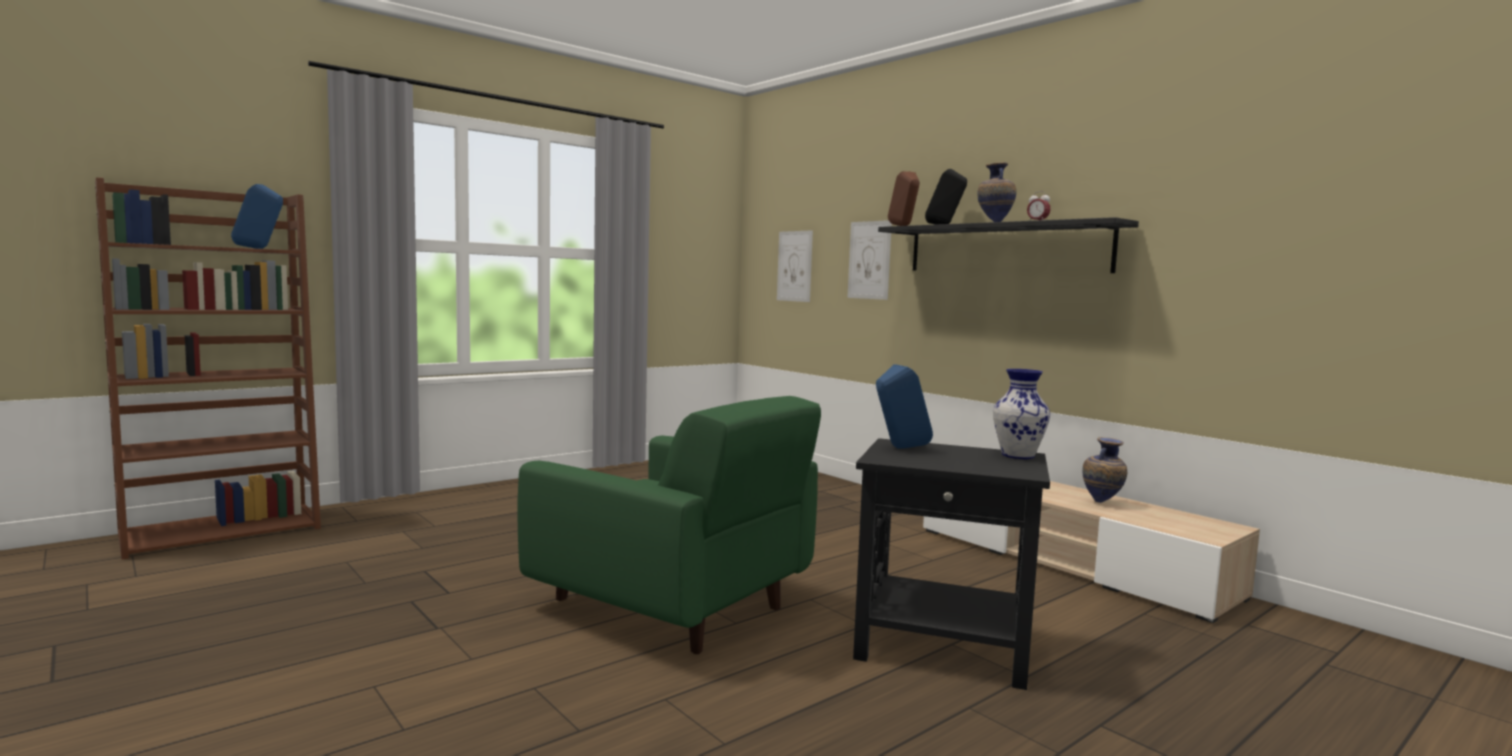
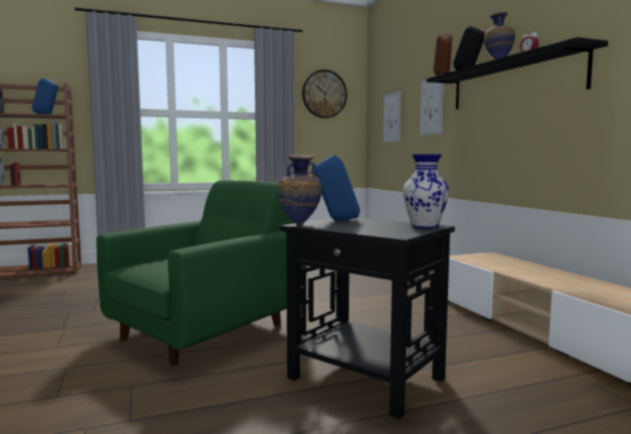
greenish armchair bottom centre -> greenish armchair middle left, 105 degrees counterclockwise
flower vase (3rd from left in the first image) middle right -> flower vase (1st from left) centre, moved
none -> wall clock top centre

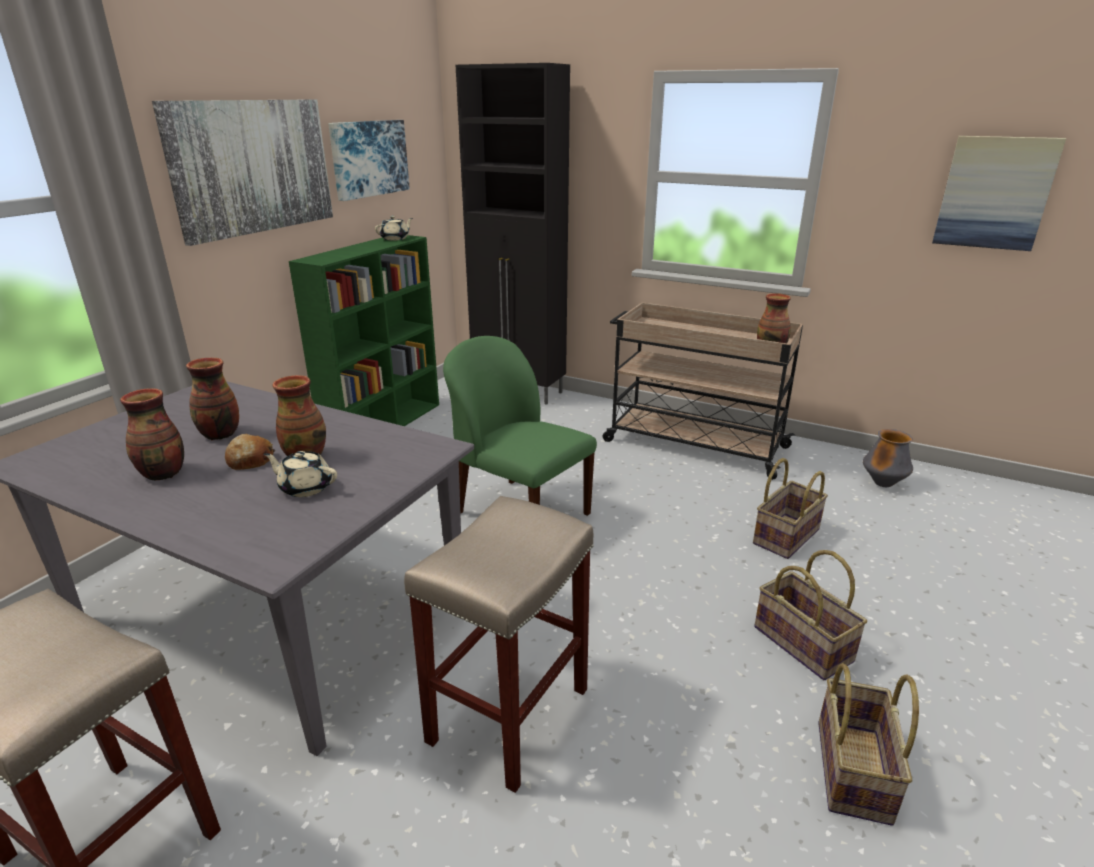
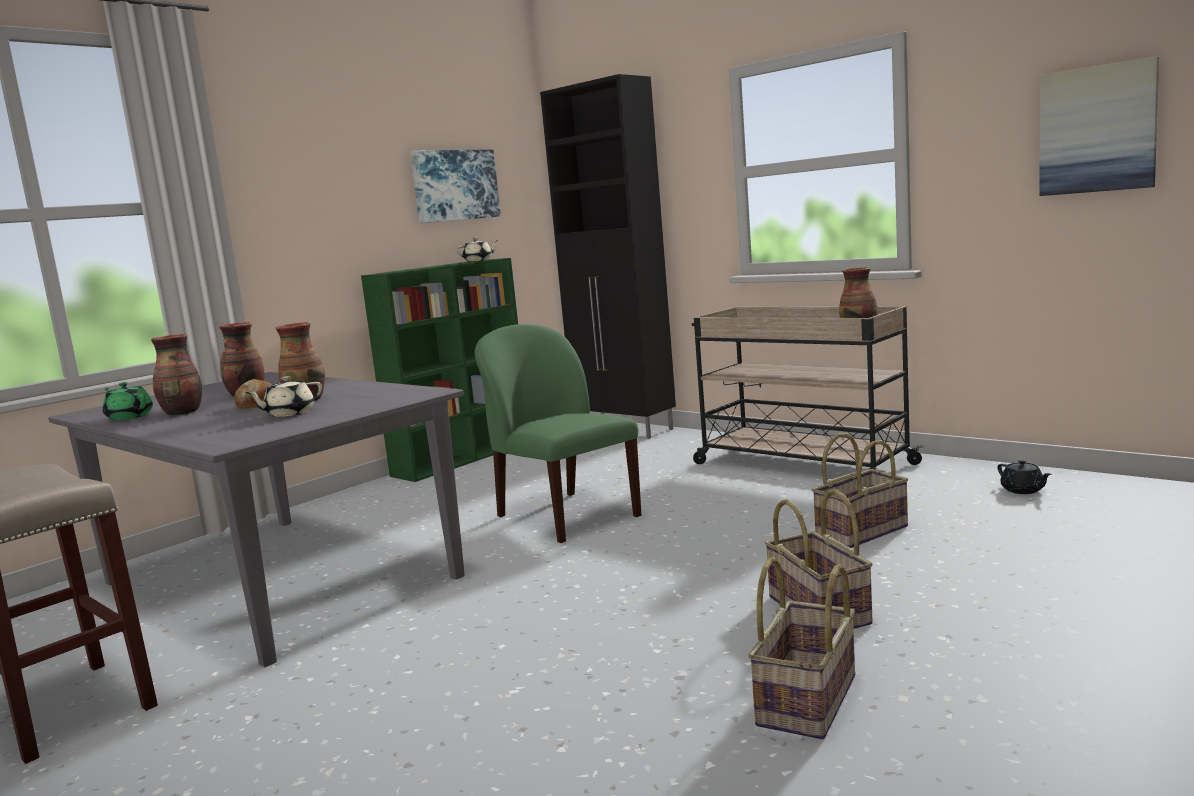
wall picture (1st from left) top left -> none
sand-coloured tea pot (1st from left) middle left, 75 degrees counterclockwise
sand-coloured stool seat (2nd from left) bottom centre -> none
flower vase (5th from left) middle right -> black tea pot middle right
none -> greenish tea pot middle left

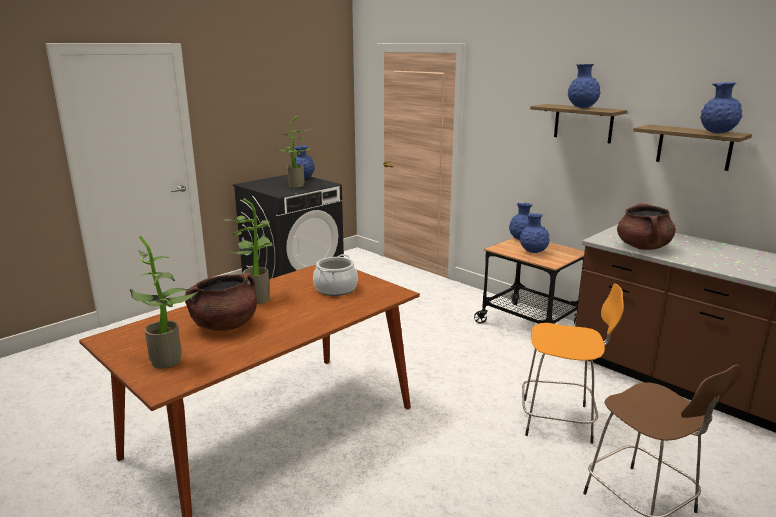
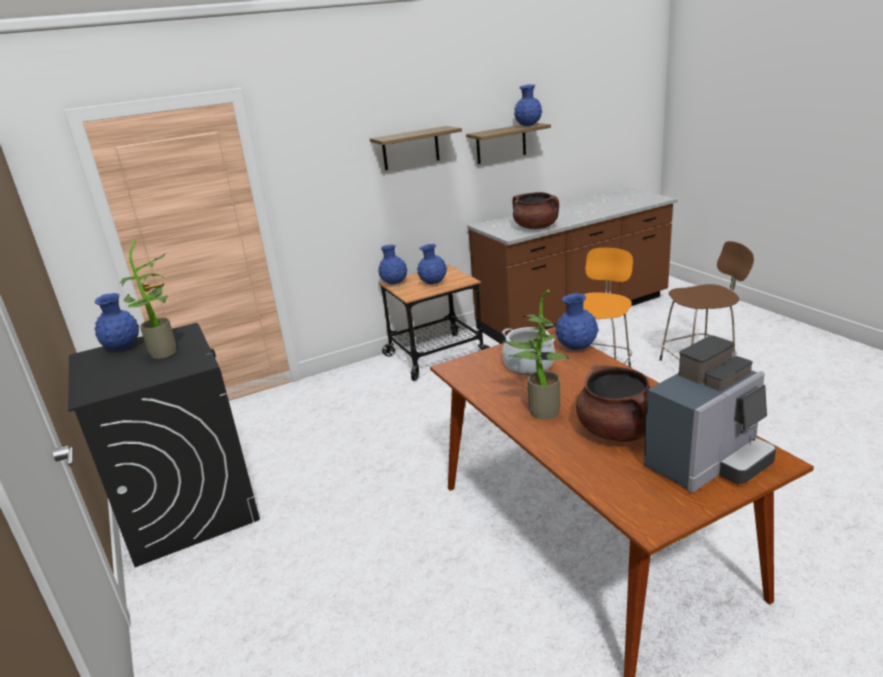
potted plant (1st from left) middle left -> coffee brewer middle right
blue-coloured flower vase (4th from left in the first image) top right -> blue-coloured flower vase (5th from left) centre, moved

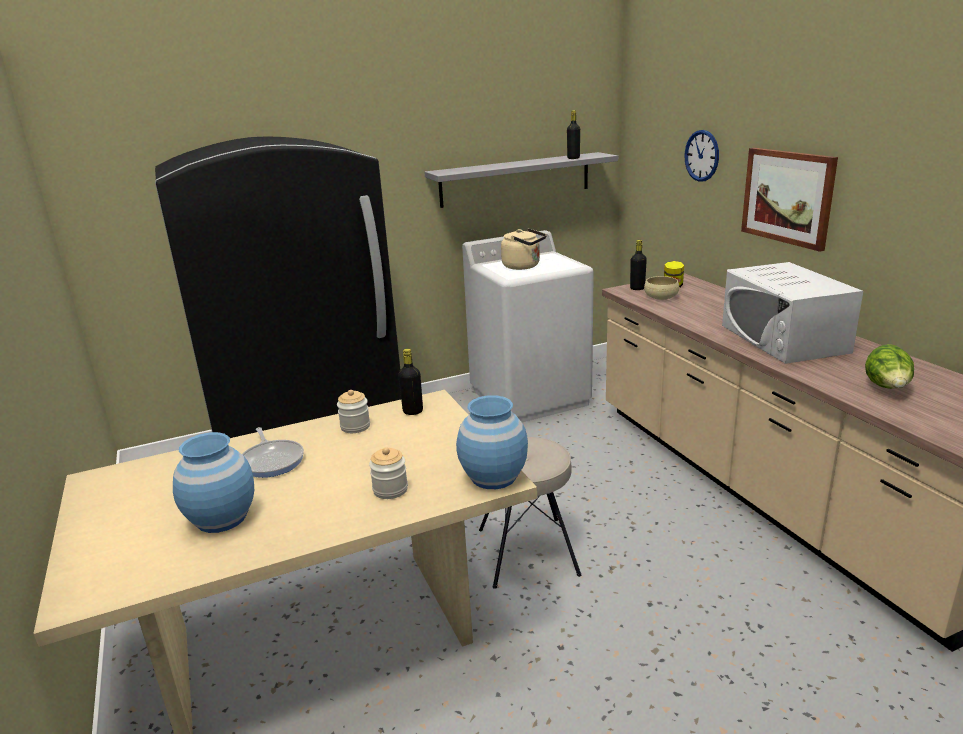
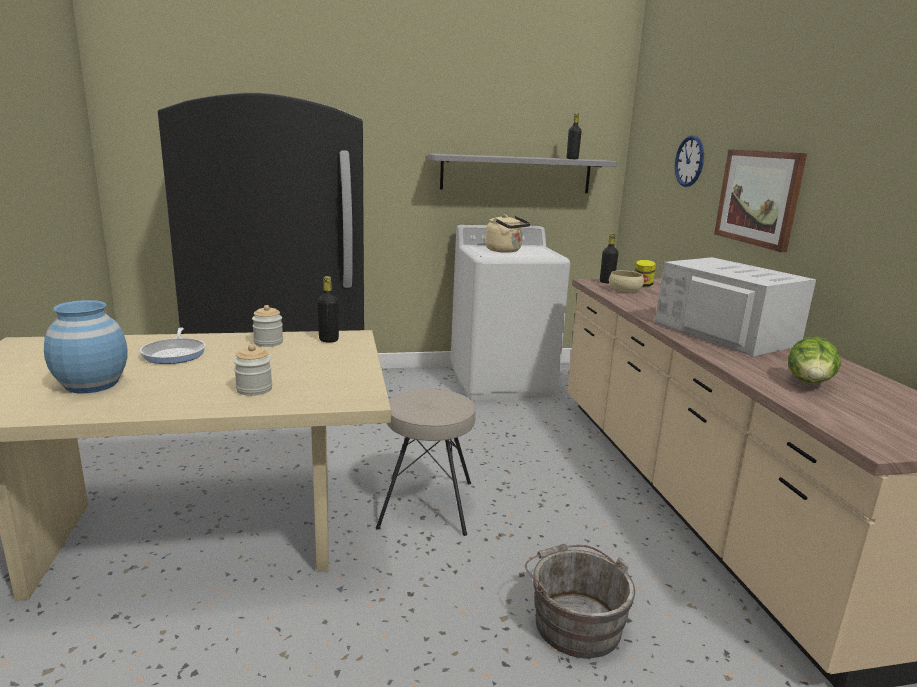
blue-coloured flower vase (2nd from left) centre -> none
white-coloured microwave middle right, 150 degrees clockwise
none -> grey bucket bottom centre

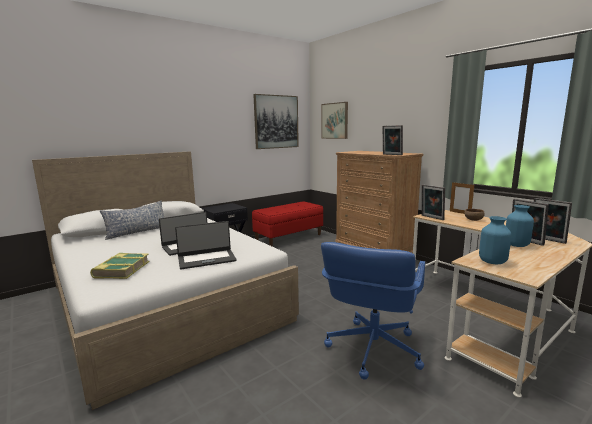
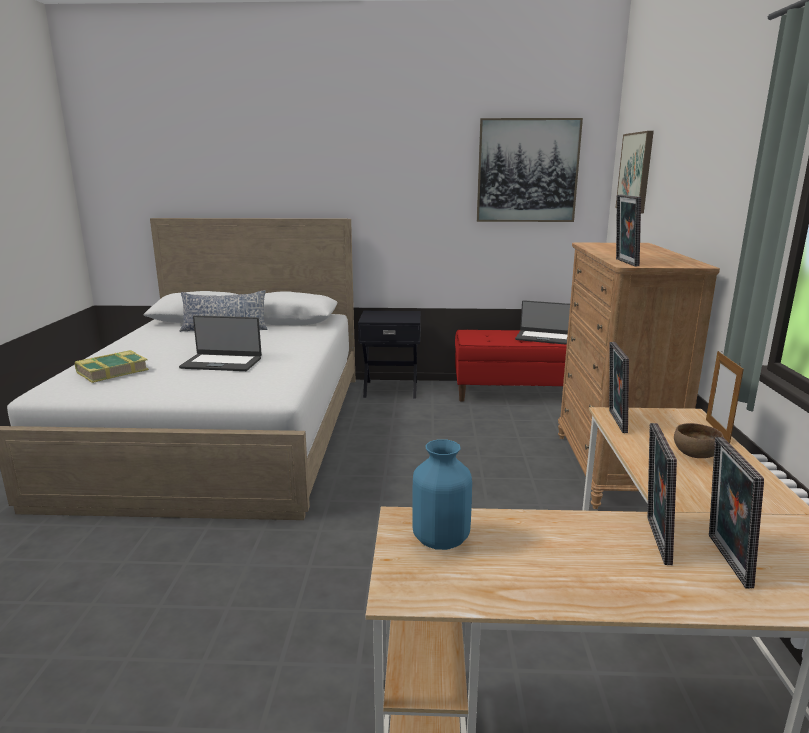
notebook computer (2nd from left) centre -> notebook computer (2nd from left) middle right, moved
blue-coloured office chair bottom centre -> none
blue-coloured flower vase (2nd from left) middle right -> none

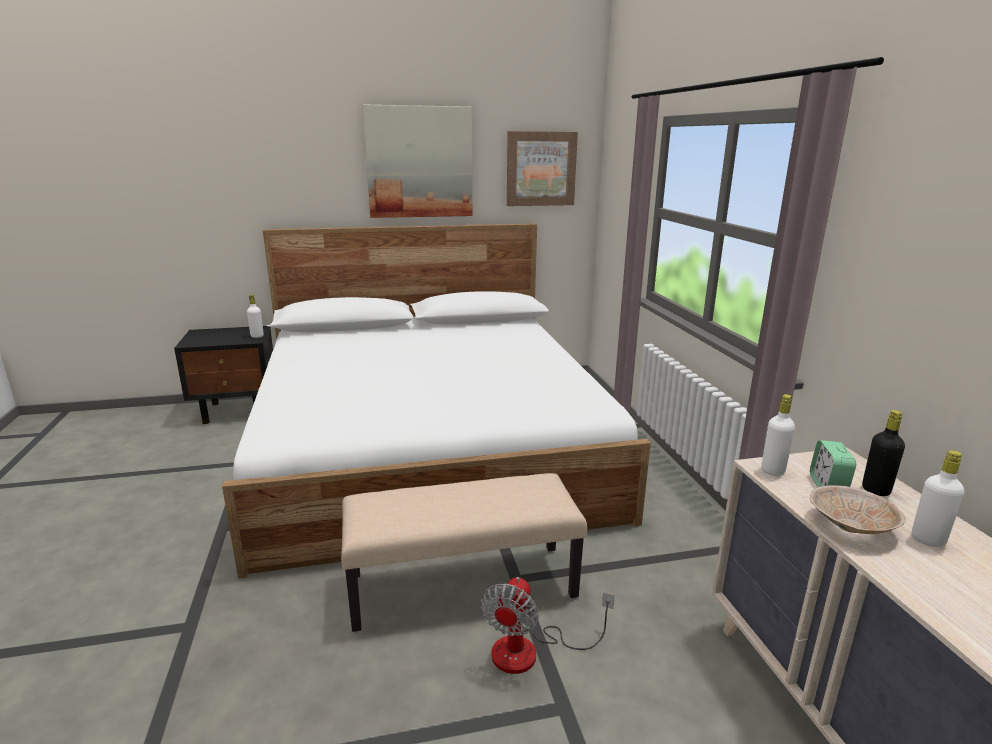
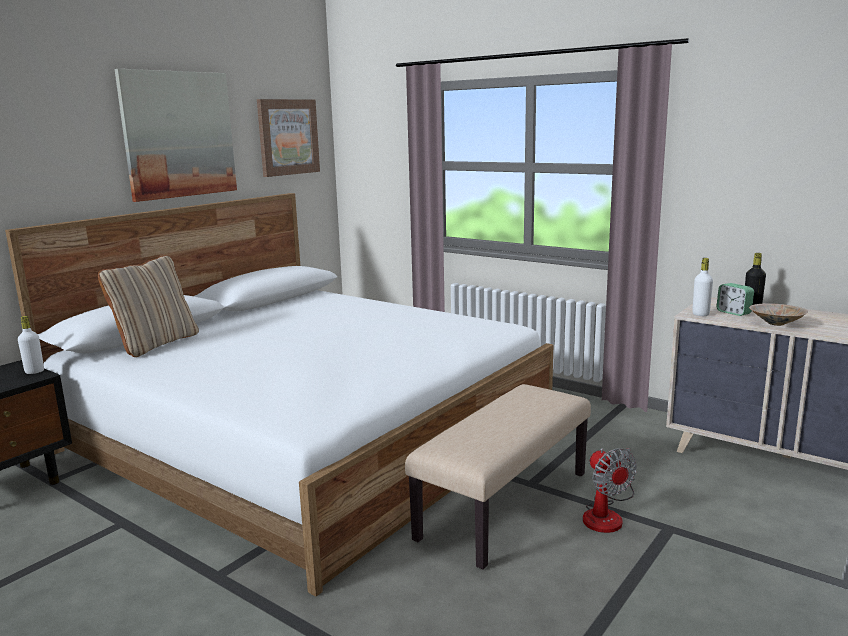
white-coloured beverage bottle (3rd from left) bottom right -> none
none -> sand-coloured pillow middle left

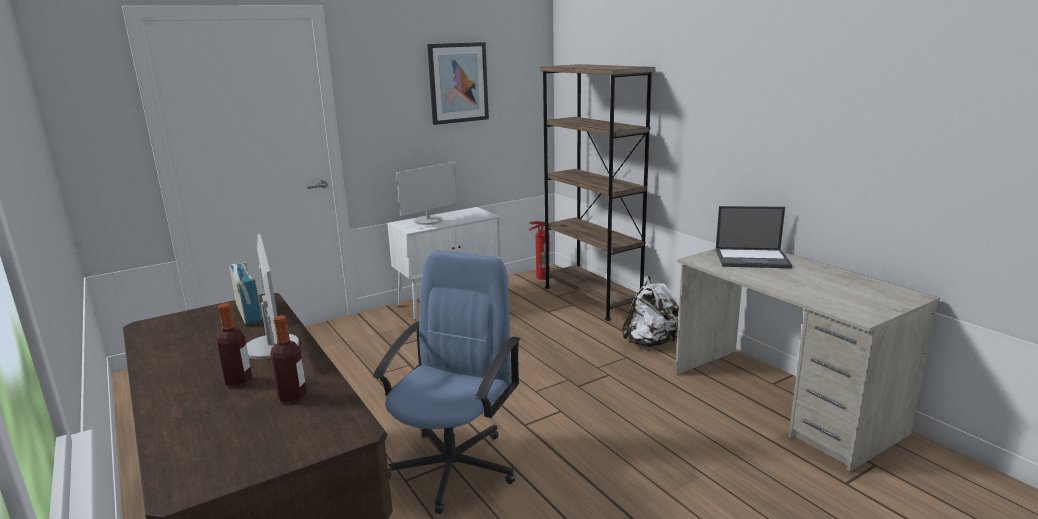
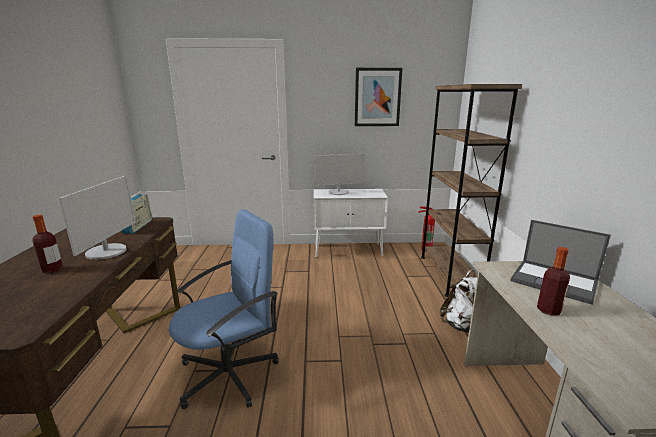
beverage bottle (2nd from left) bottom left -> beverage bottle (2nd from left) middle right, moved

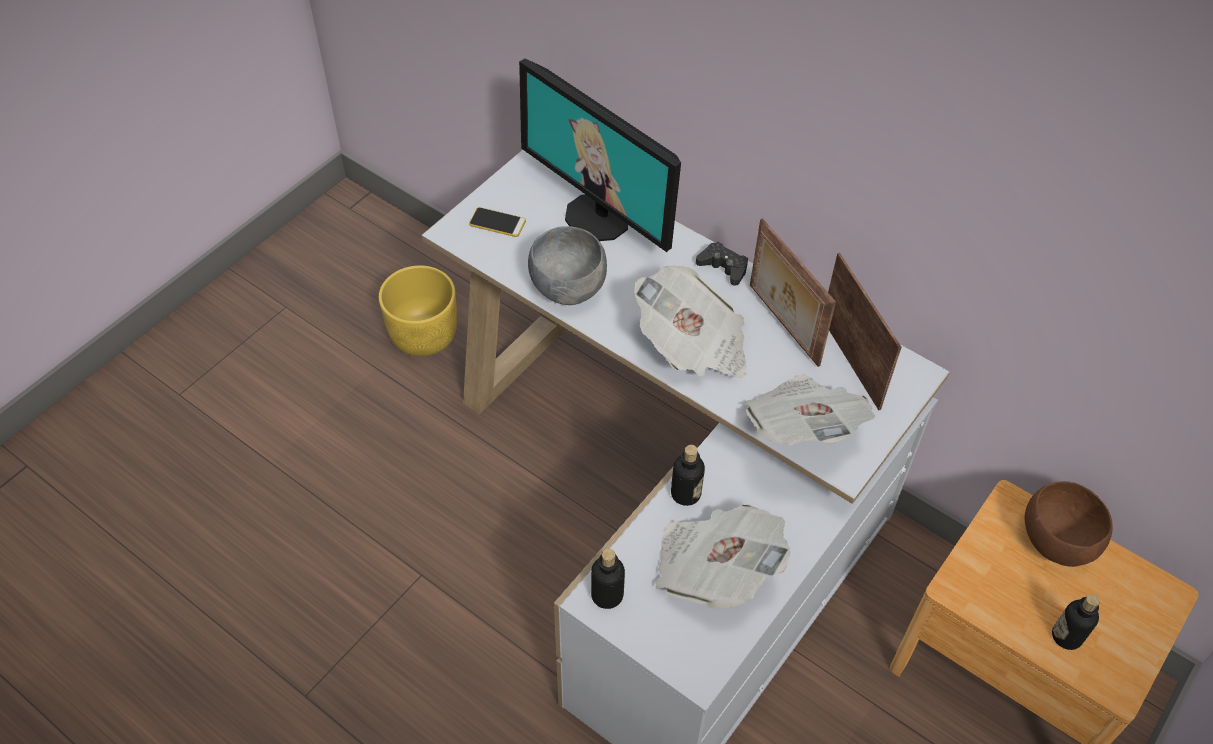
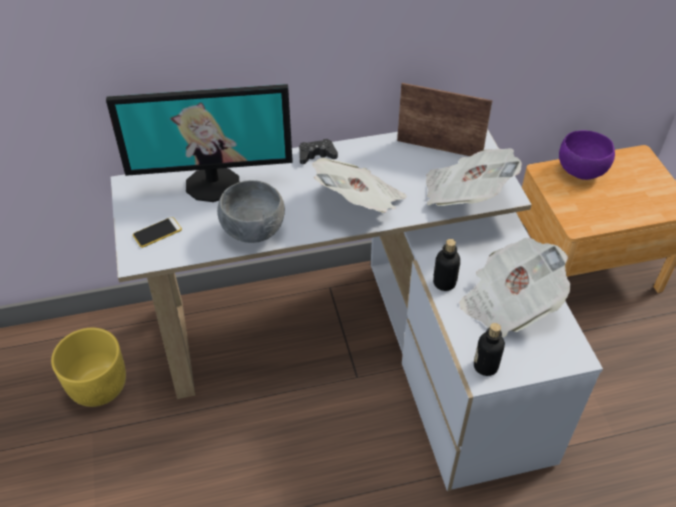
standing frame (1st from left) centre -> none
brownish bowl bottom right -> purplish bowl top right
beverage bottle (3rd from left) bottom right -> none

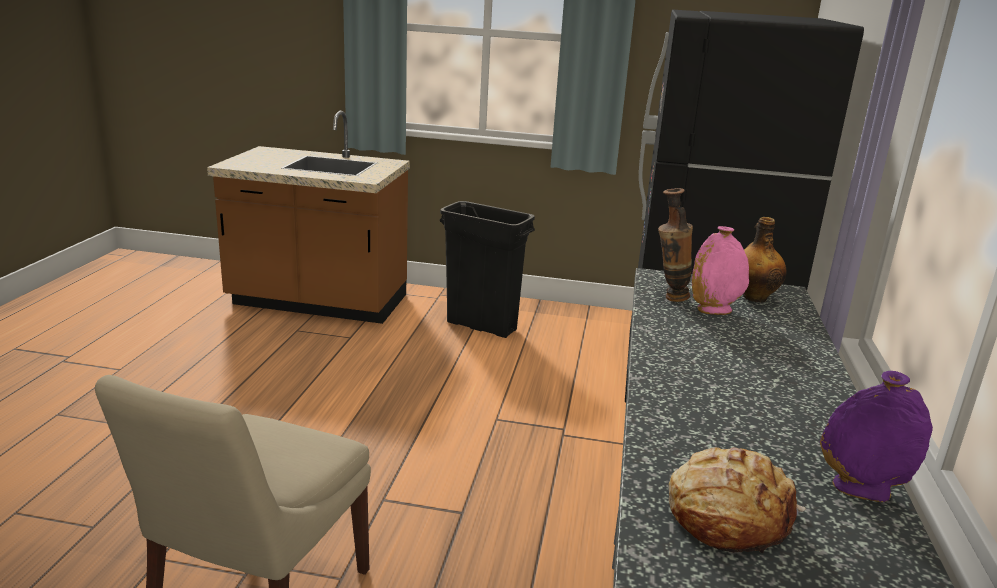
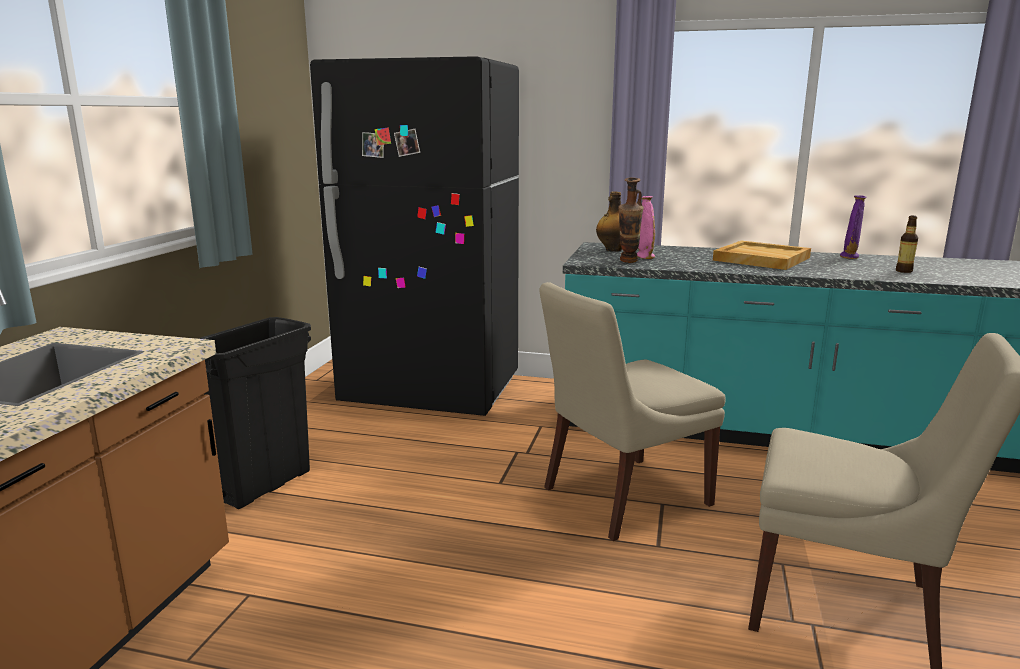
bread bottom right -> beverage bottle (2nd from left) middle right
none -> sand-coloured plain chair (1st from left) centre
none -> sand-coloured serving tray middle right

